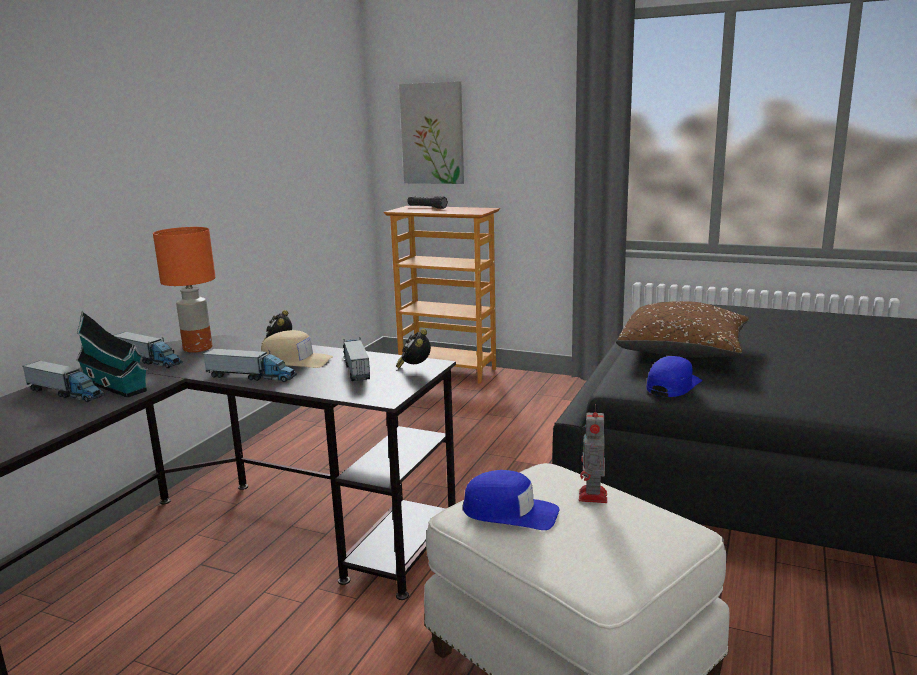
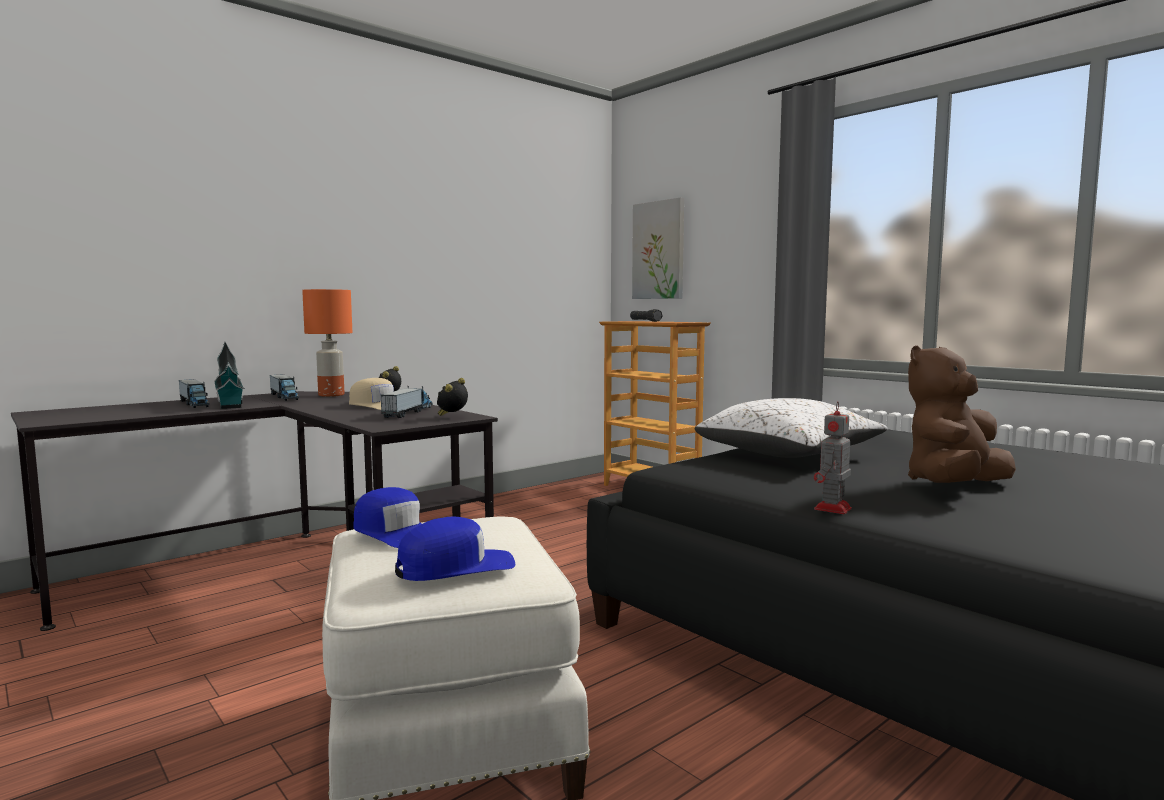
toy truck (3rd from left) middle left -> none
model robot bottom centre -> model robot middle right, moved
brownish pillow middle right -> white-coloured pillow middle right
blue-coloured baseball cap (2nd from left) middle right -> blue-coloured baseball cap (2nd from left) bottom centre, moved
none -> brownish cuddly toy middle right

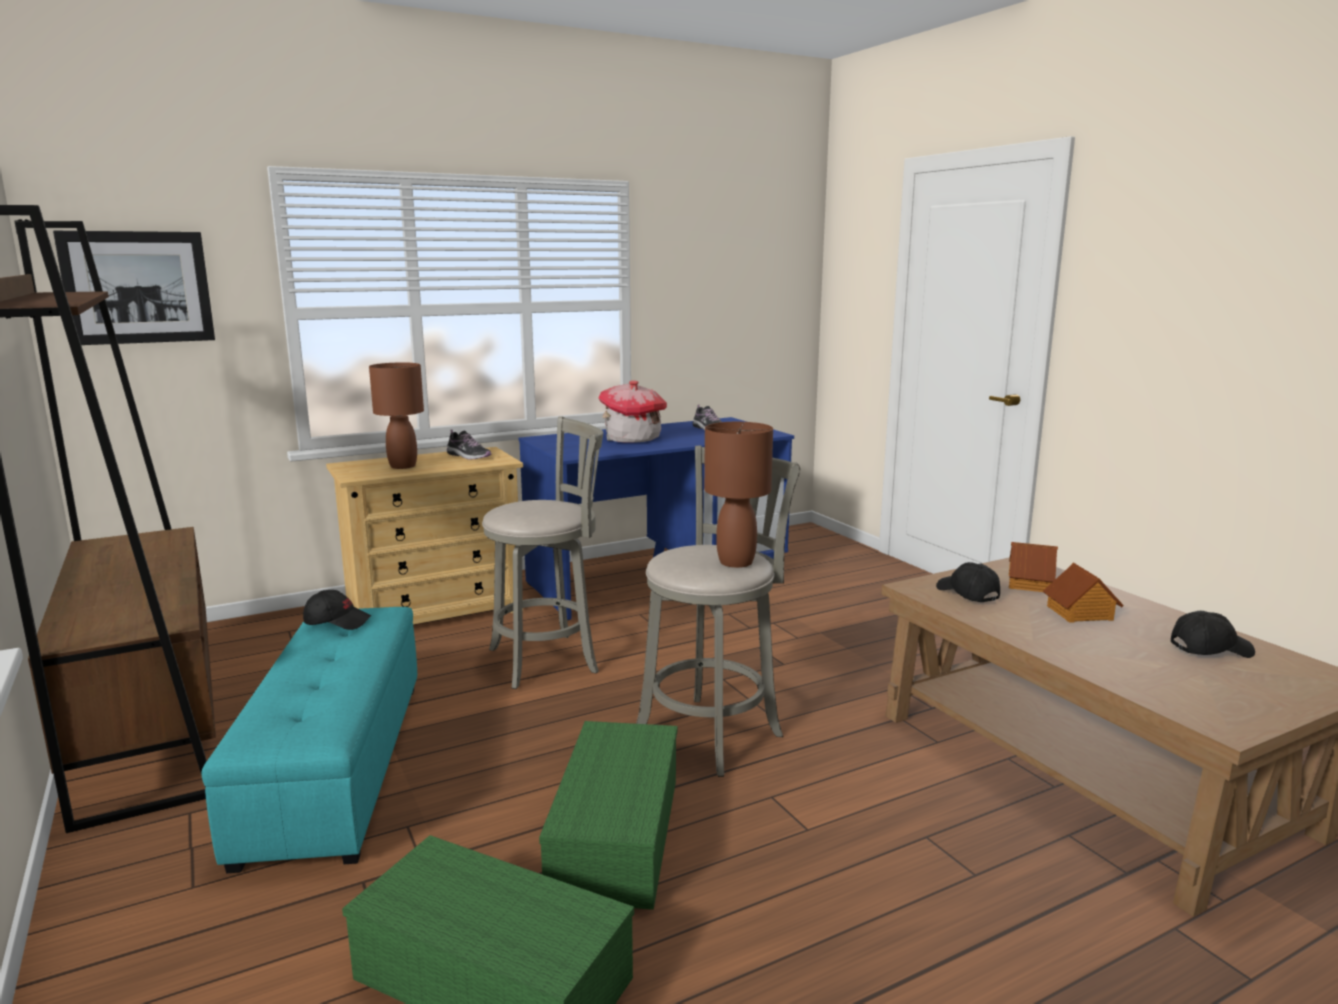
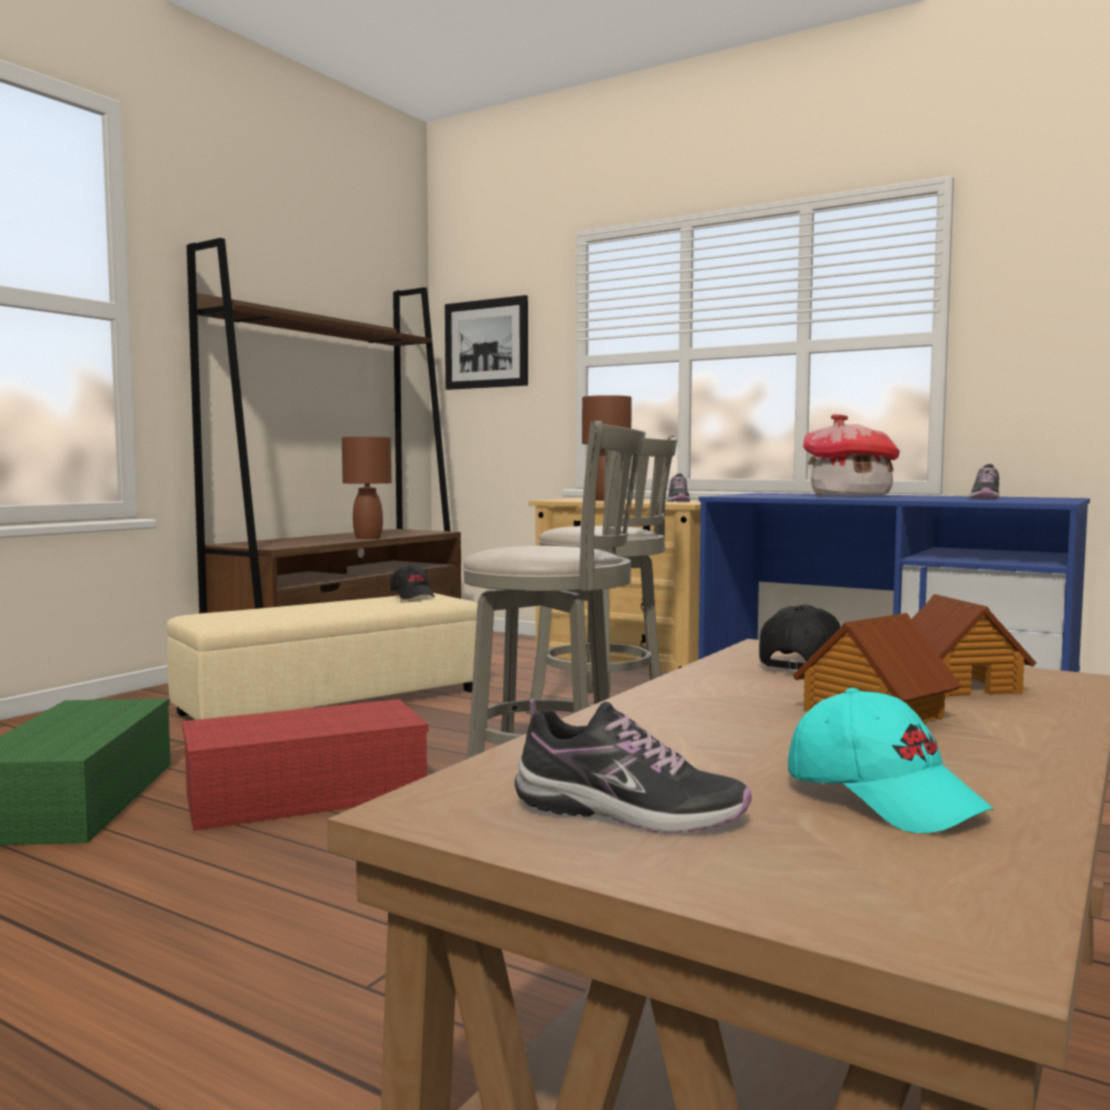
blue-green footrest bottom left -> sand-coloured footrest middle left
greenish storage box (2nd from left) bottom centre -> red storage box bottom left
brownish tabletop lamp (2nd from left in the first image) centre -> brownish tabletop lamp (1st from left) middle left, moved
black baseball cap (3rd from left) middle right -> blue-green baseball cap bottom right
none -> low shoe (1st from left) bottom centre

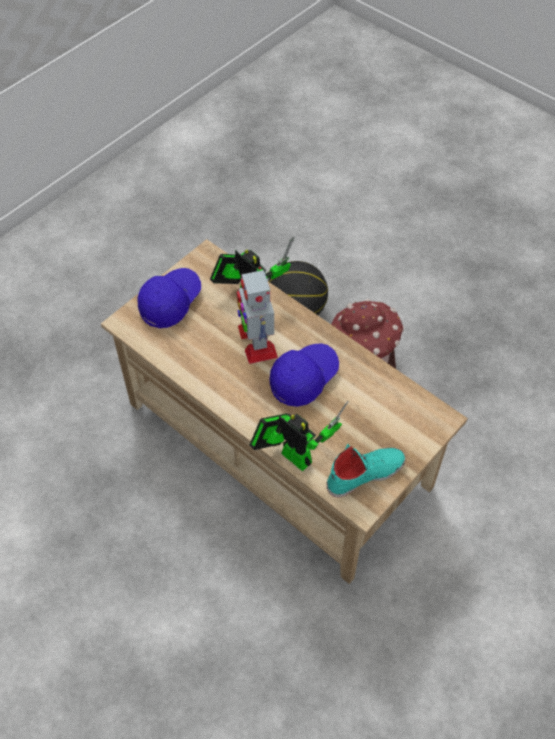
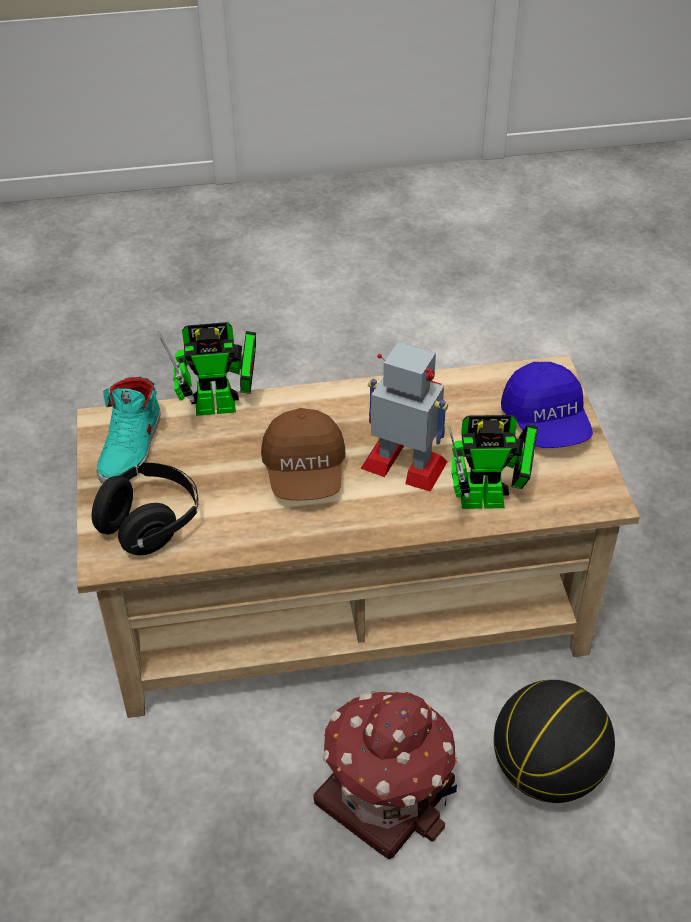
blue-coloured baseball cap (2nd from left) centre -> brownish baseball cap centre
none -> black headphones middle left

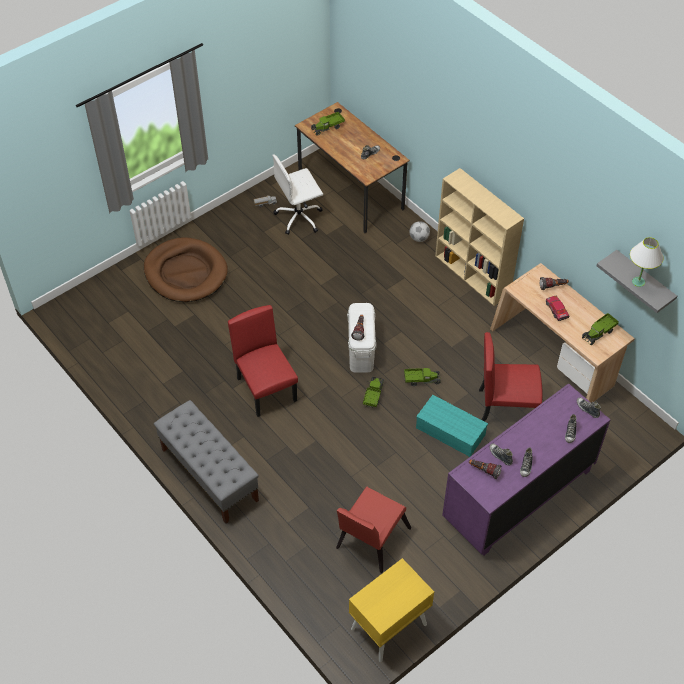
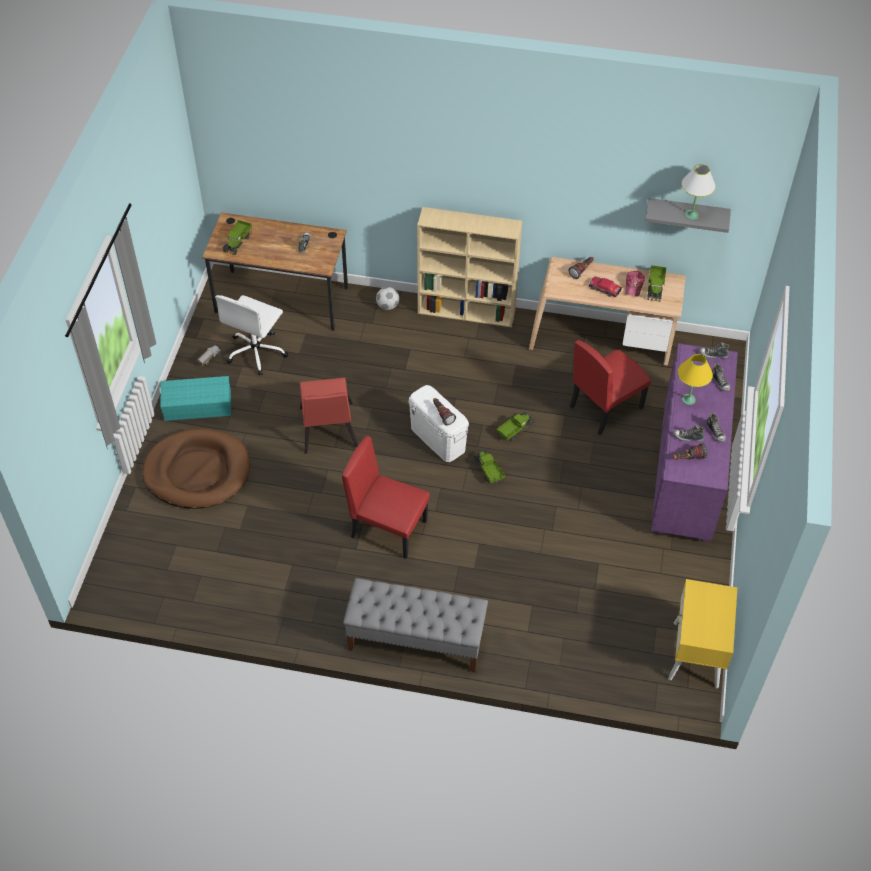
red plain chair (2nd from left in the first image) bottom centre -> red plain chair (1st from left) centre, moved
blue-green storage box centre -> blue-green storage box middle left, moved
none -> baseball cap top right
none -> yellow-coloured tabletop lamp middle right

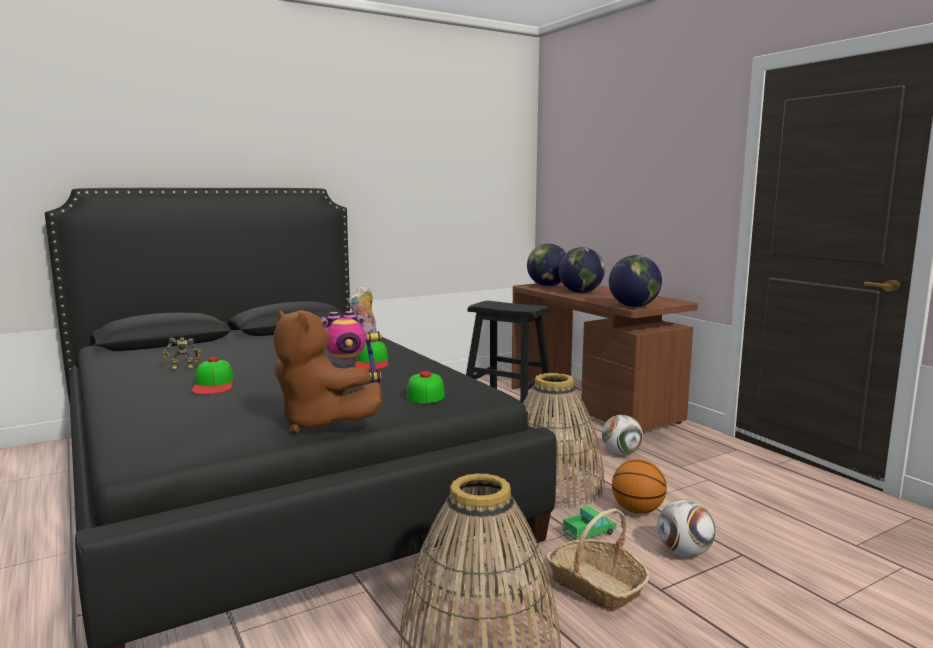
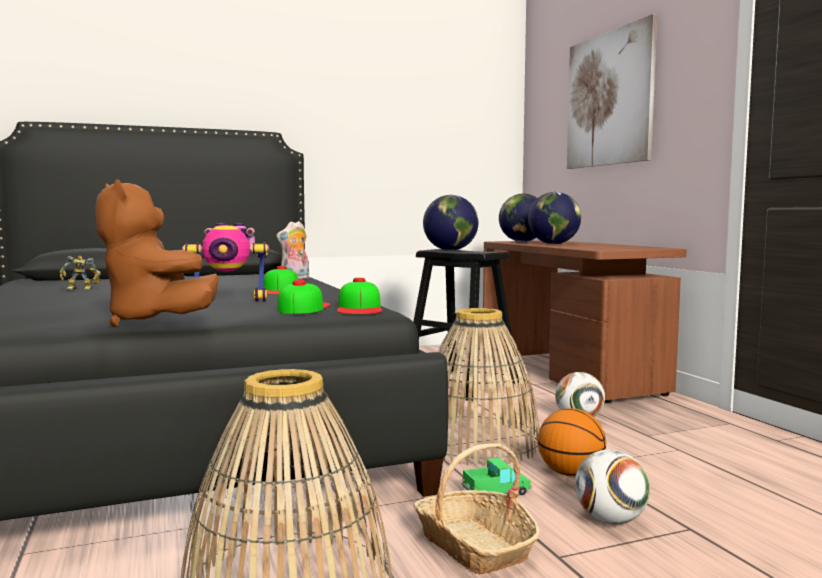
baseball cap (1st from left in the first image) middle left -> baseball cap (3rd from left) centre, moved
globe (3rd from left in the first image) middle right -> globe (1st from left) centre, moved
none -> wall picture top right

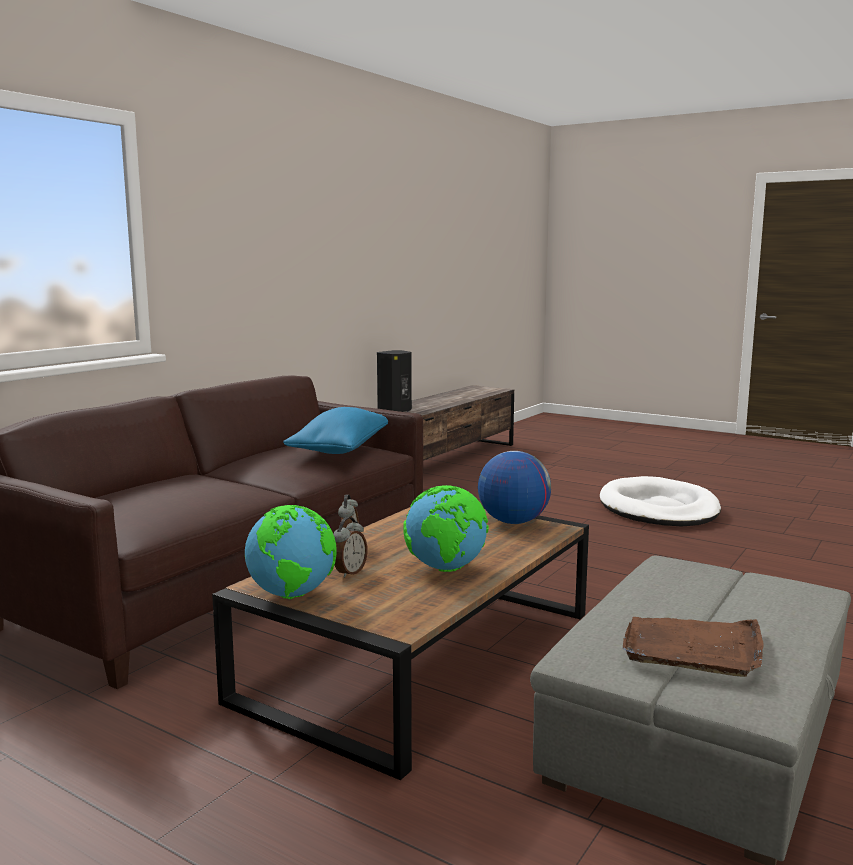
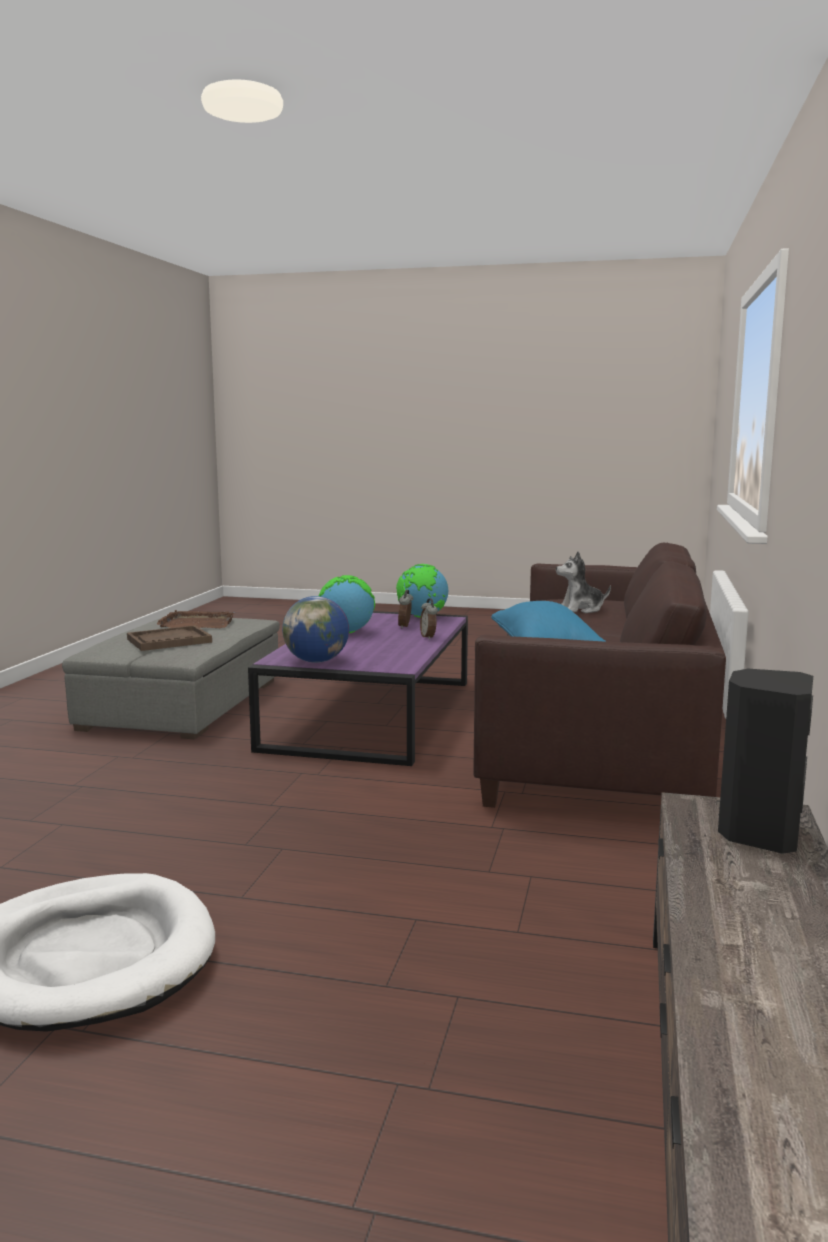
brownish coffee table bottom centre -> purplish coffee table centre
none -> brownish serving tray (1st from left) middle left
none -> cuddly toy middle right

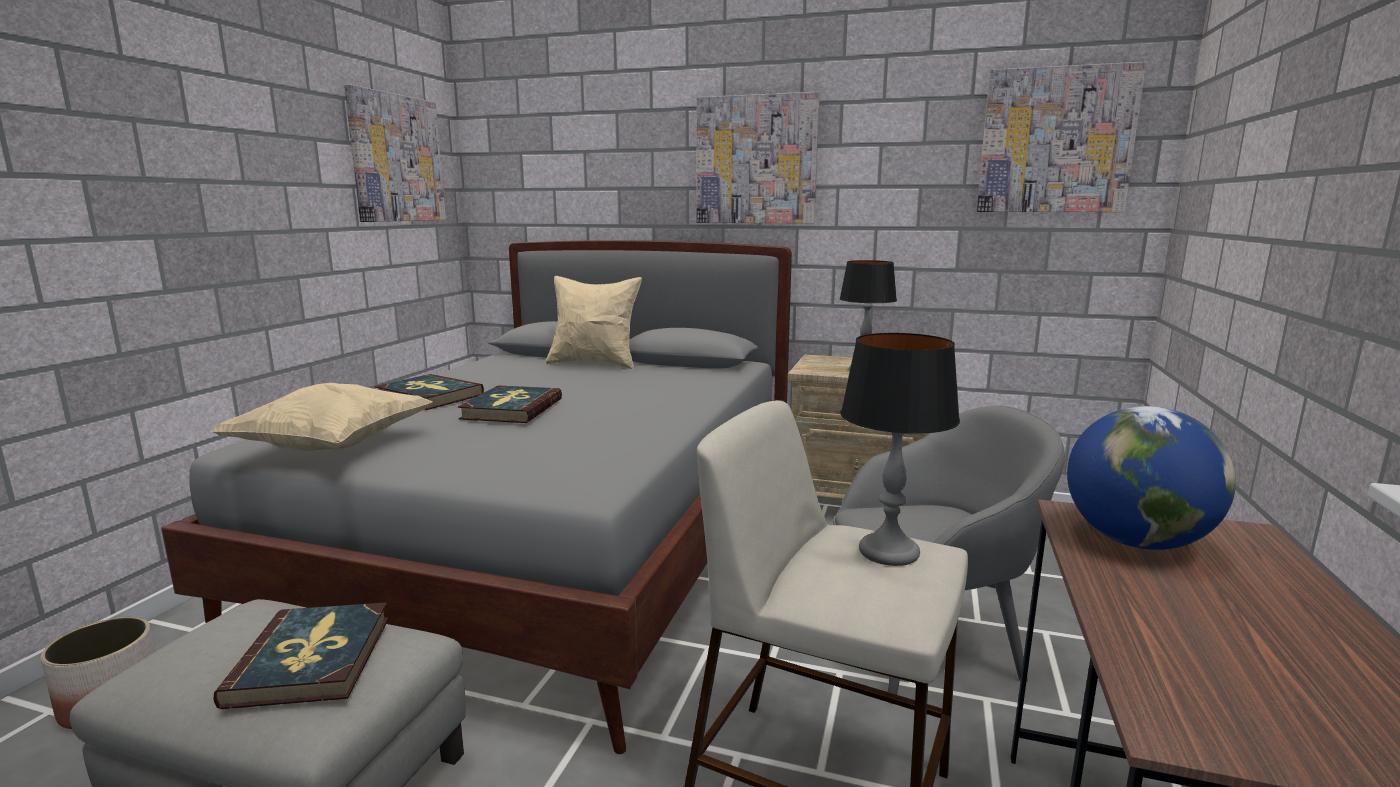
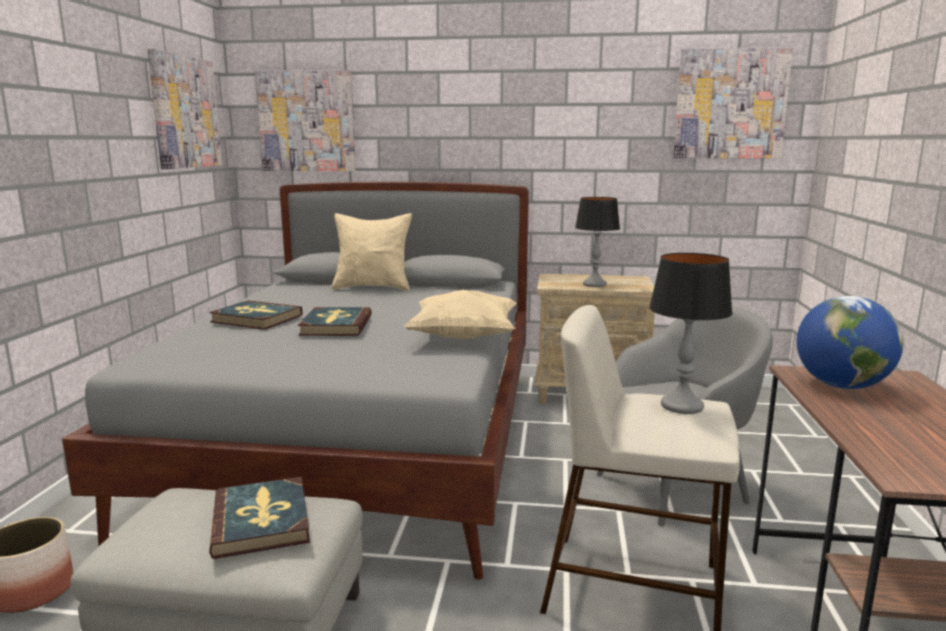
sand-coloured pillow (1st from left in the first image) middle left -> sand-coloured pillow (2nd from left) centre, moved
wall picture (2nd from left) top centre -> wall picture (2nd from left) top left, moved

